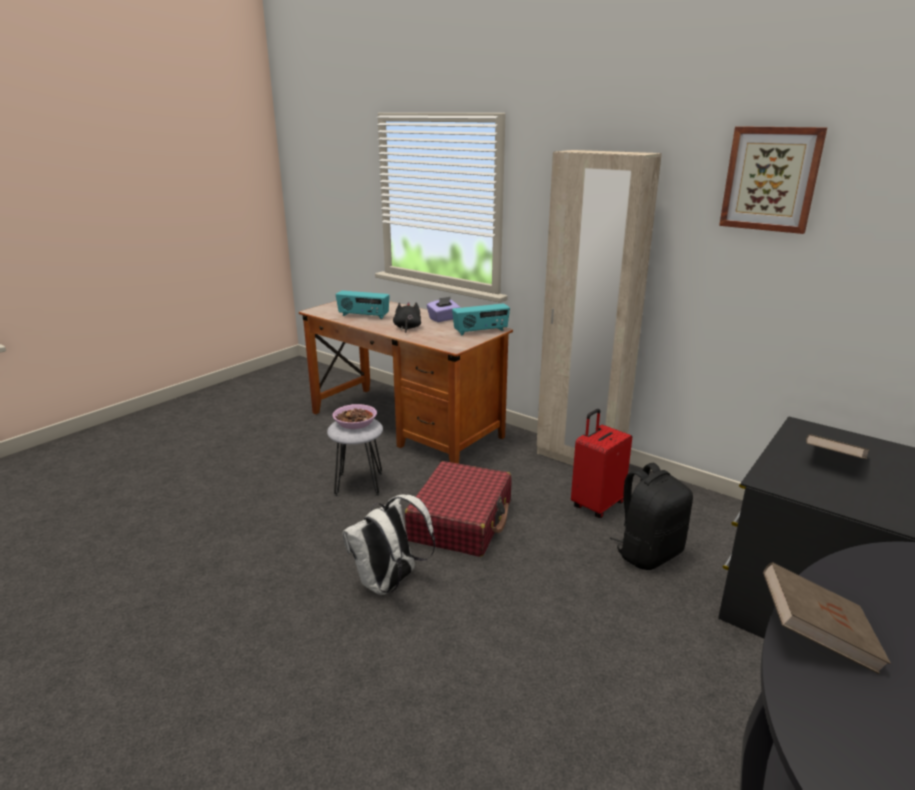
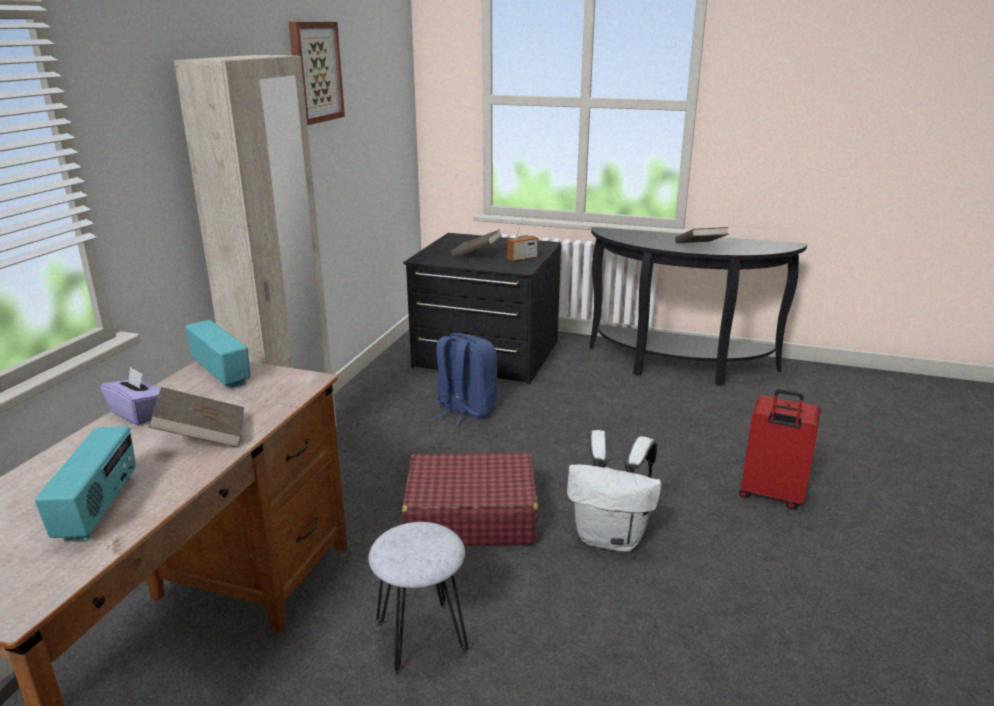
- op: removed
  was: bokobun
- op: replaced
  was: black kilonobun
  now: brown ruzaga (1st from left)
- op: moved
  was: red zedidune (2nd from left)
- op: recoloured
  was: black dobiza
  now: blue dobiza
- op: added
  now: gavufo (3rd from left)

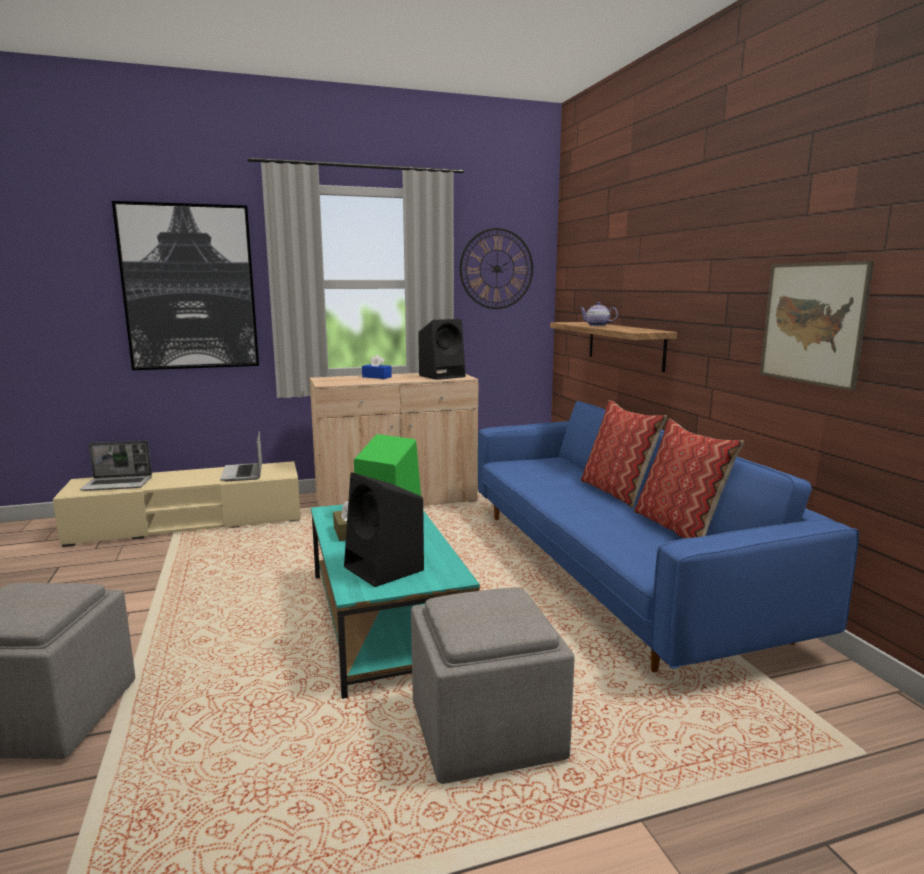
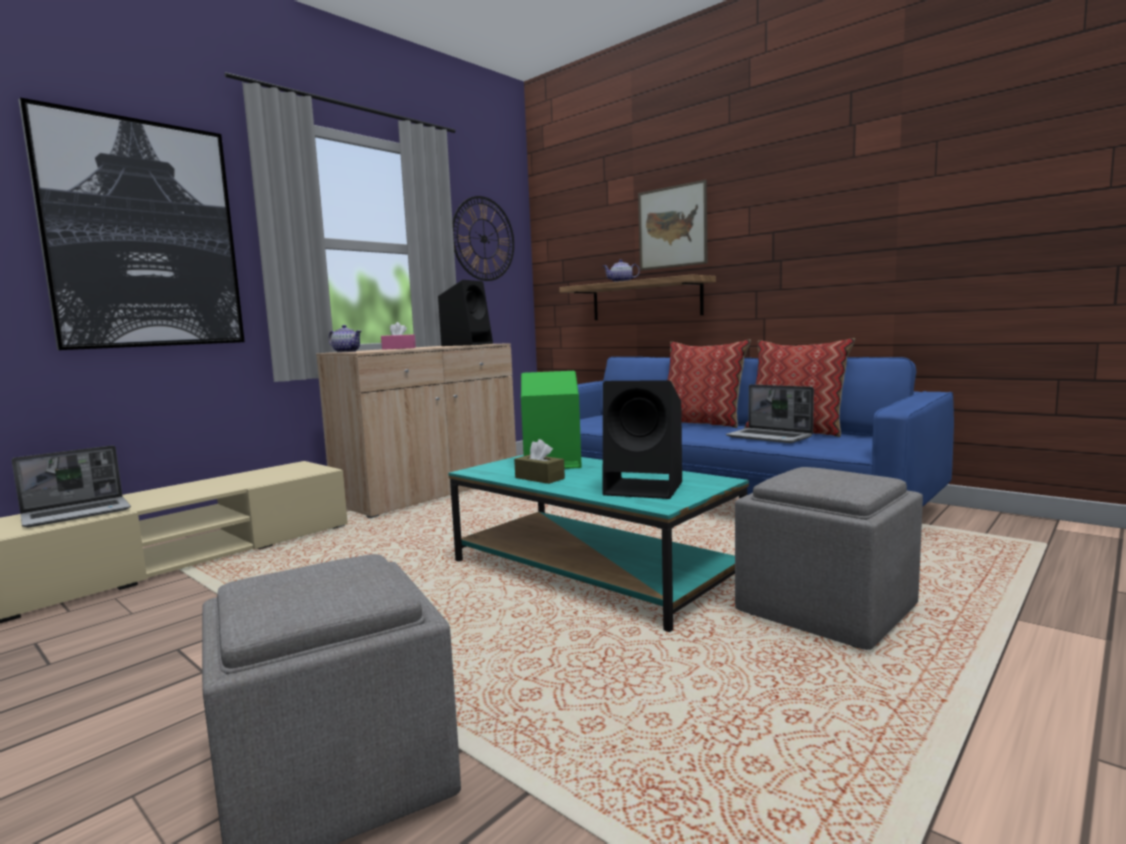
- op: moved
  was: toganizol (2nd from left)
- op: recoloured
  was: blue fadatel
  now: pink fadatel
- op: moved
  was: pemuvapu (2nd from left)
- op: added
  now: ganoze (1st from left)

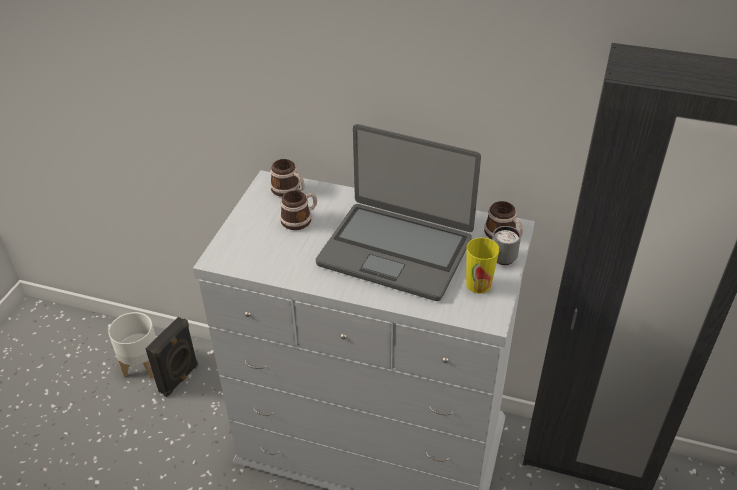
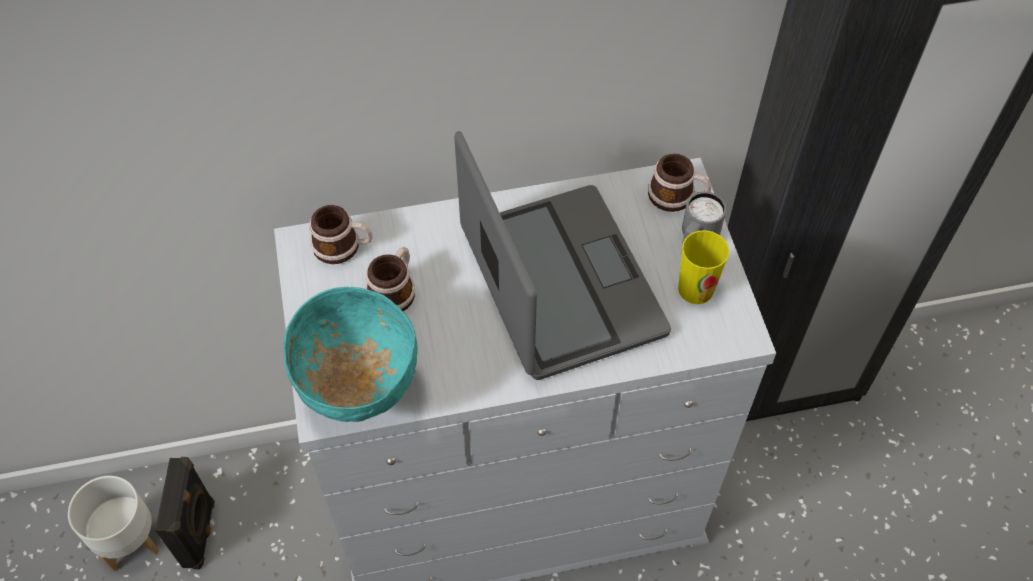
- op: turned
  was: toganizol
  clockwise: -105
- op: added
  now: turquoise bokobun

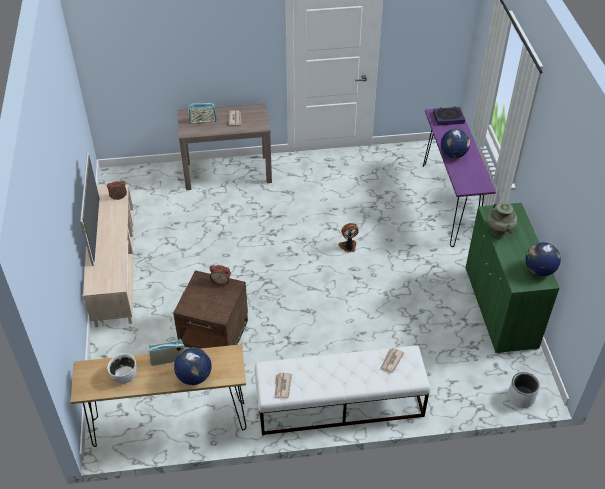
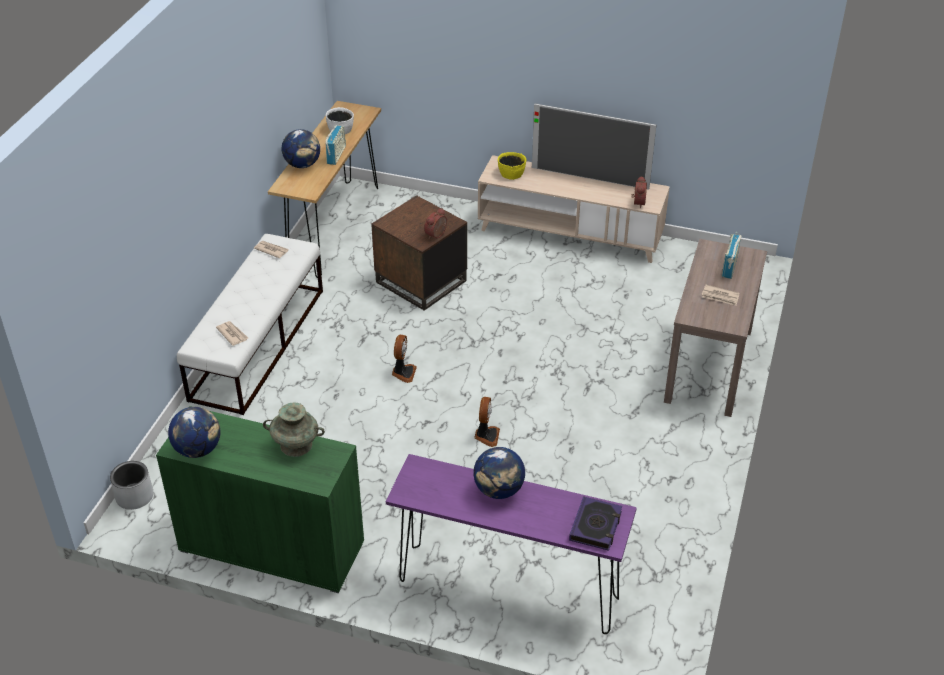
- op: added
  now: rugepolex (1st from left)
- op: added
  now: yellow bokobun

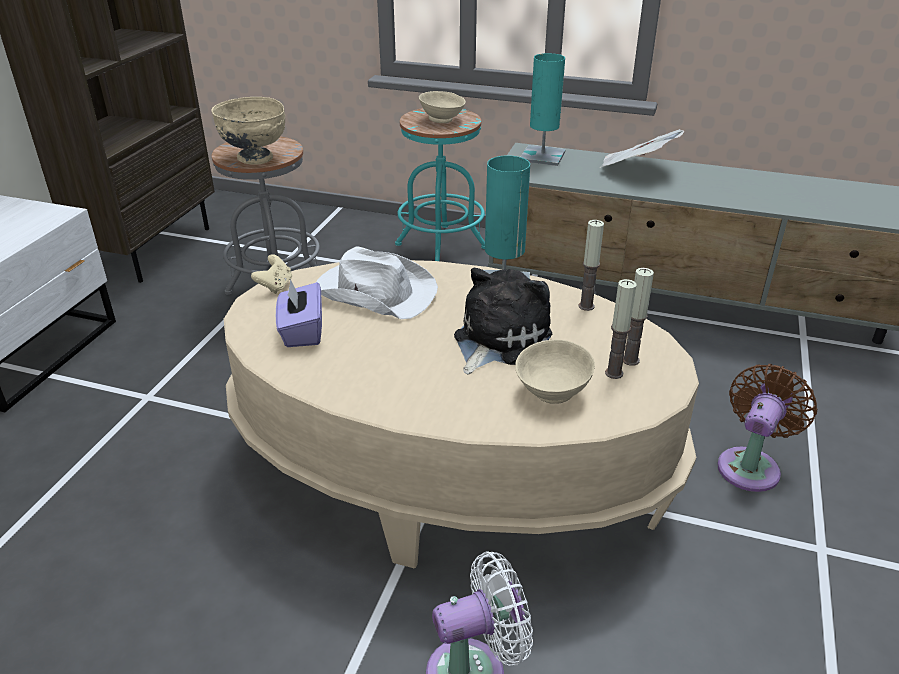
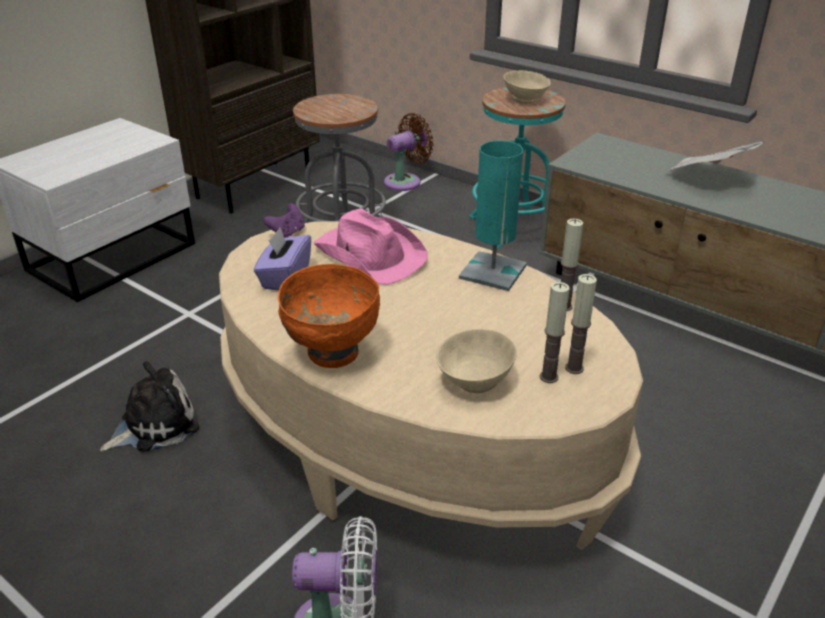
- op: removed
  was: beige bokobun (1st from left)
- op: recoloured
  was: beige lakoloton
  now: purple lakoloton
- op: recoloured
  was: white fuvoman
  now: pink fuvoman
- op: moved
  was: kilonobun
- op: removed
  was: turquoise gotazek (2nd from left)
- op: moved
  was: brown rugepolex
- op: added
  now: orange bokobun

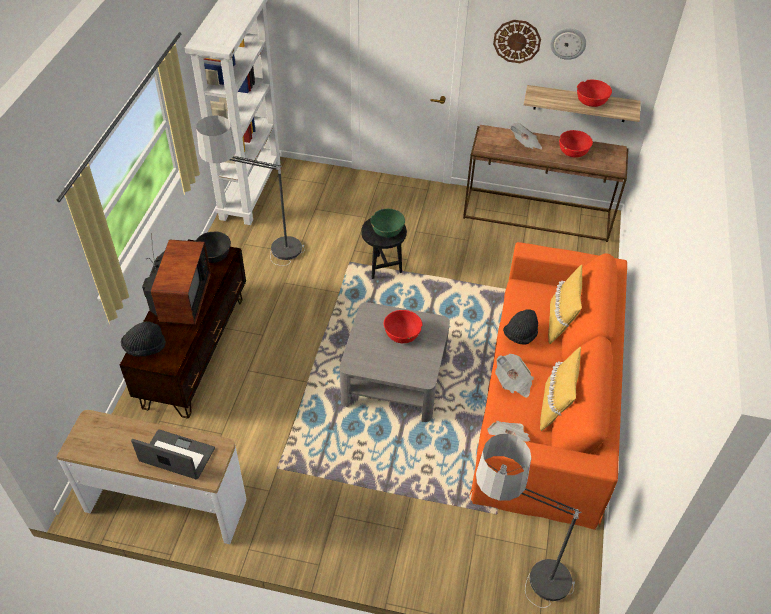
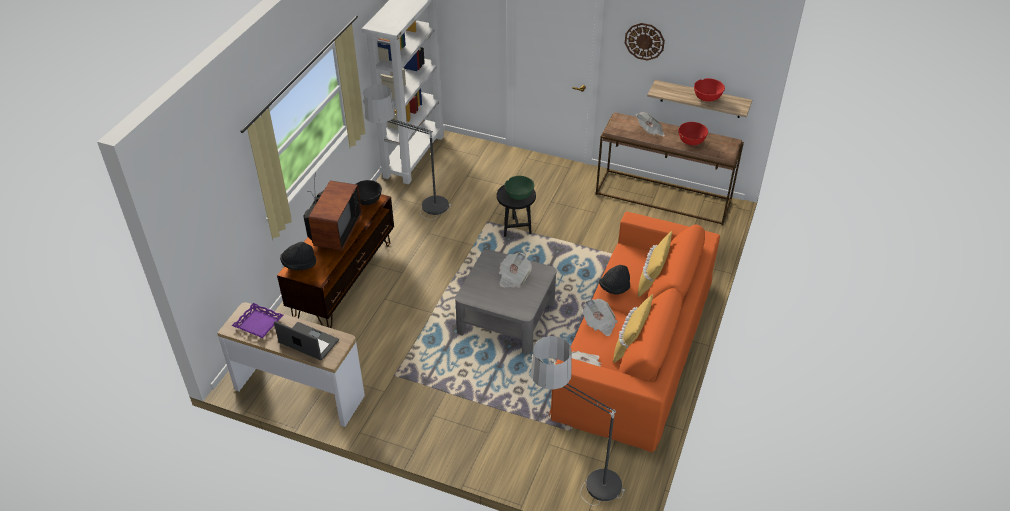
- op: replaced
  was: red bokobun (1st from left)
  now: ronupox (1st from left)
- op: removed
  was: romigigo (2nd from left)
- op: added
  now: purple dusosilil

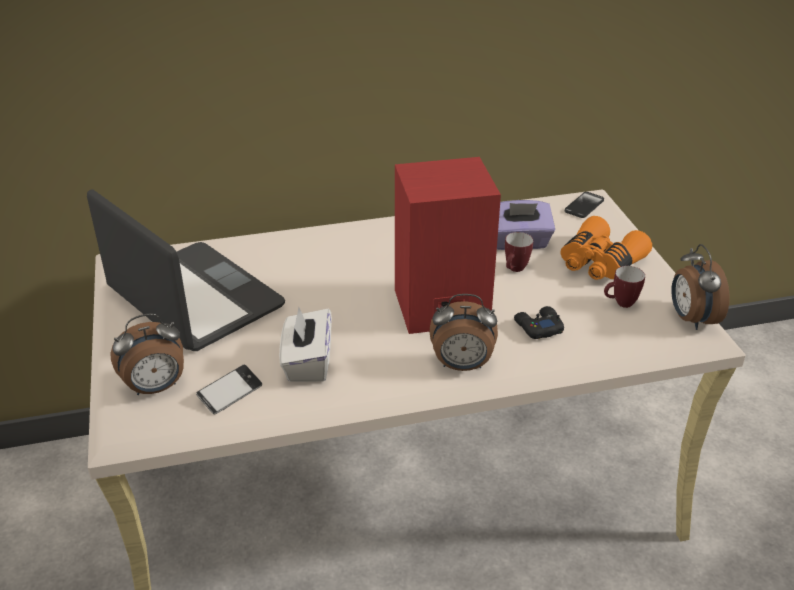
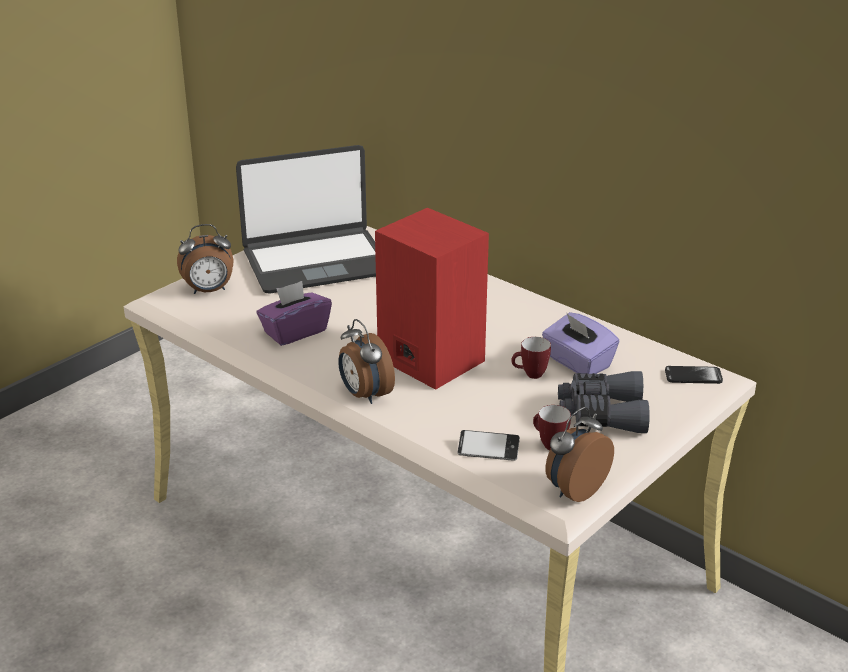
- op: turned
  was: toganizol
  clockwise: 60
- op: turned
  was: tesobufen (1st from left)
  clockwise: -45
- op: moved
  was: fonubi (1st from left)
- op: recoloured
  was: white fadatel
  now: purple fadatel (1st from left)
- op: removed
  was: black lakoloton
- op: recoloured
  was: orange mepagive
  now: grey mepagive

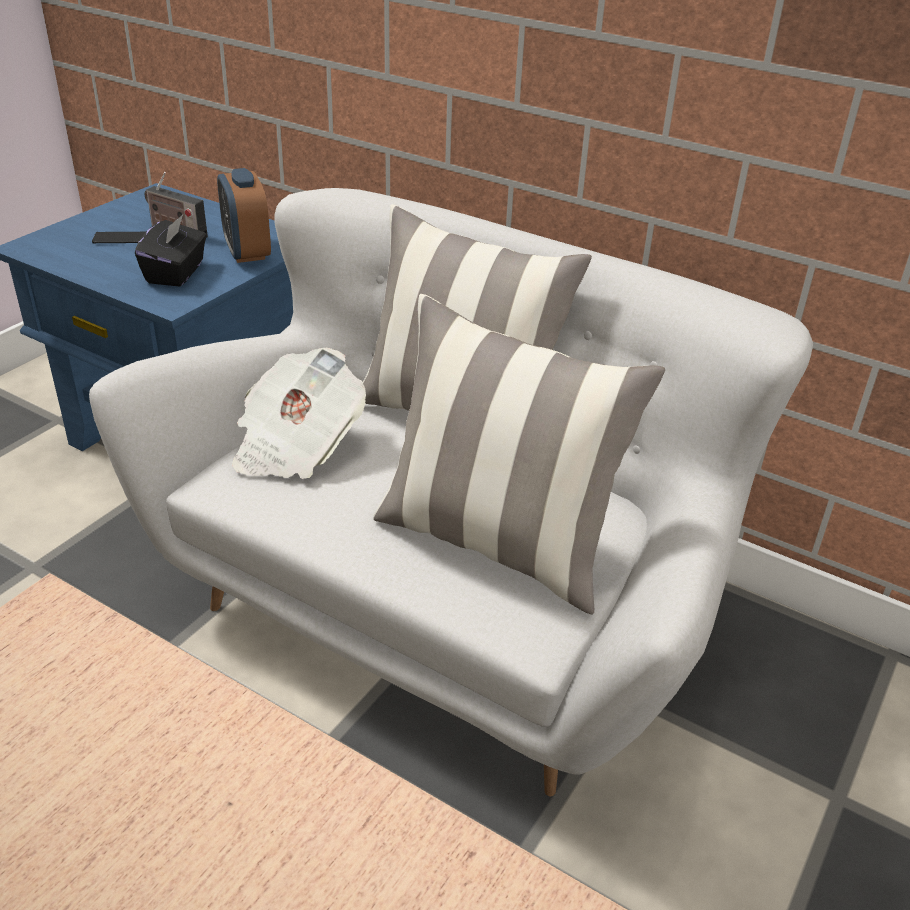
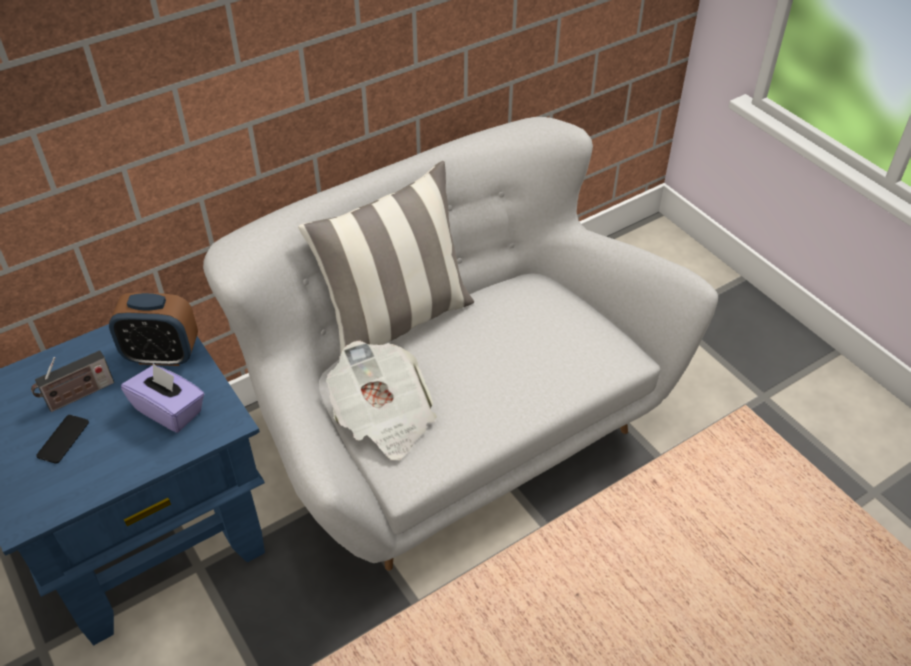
- op: recoloured
  was: black fadatel
  now: purple fadatel
- op: removed
  was: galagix (2nd from left)

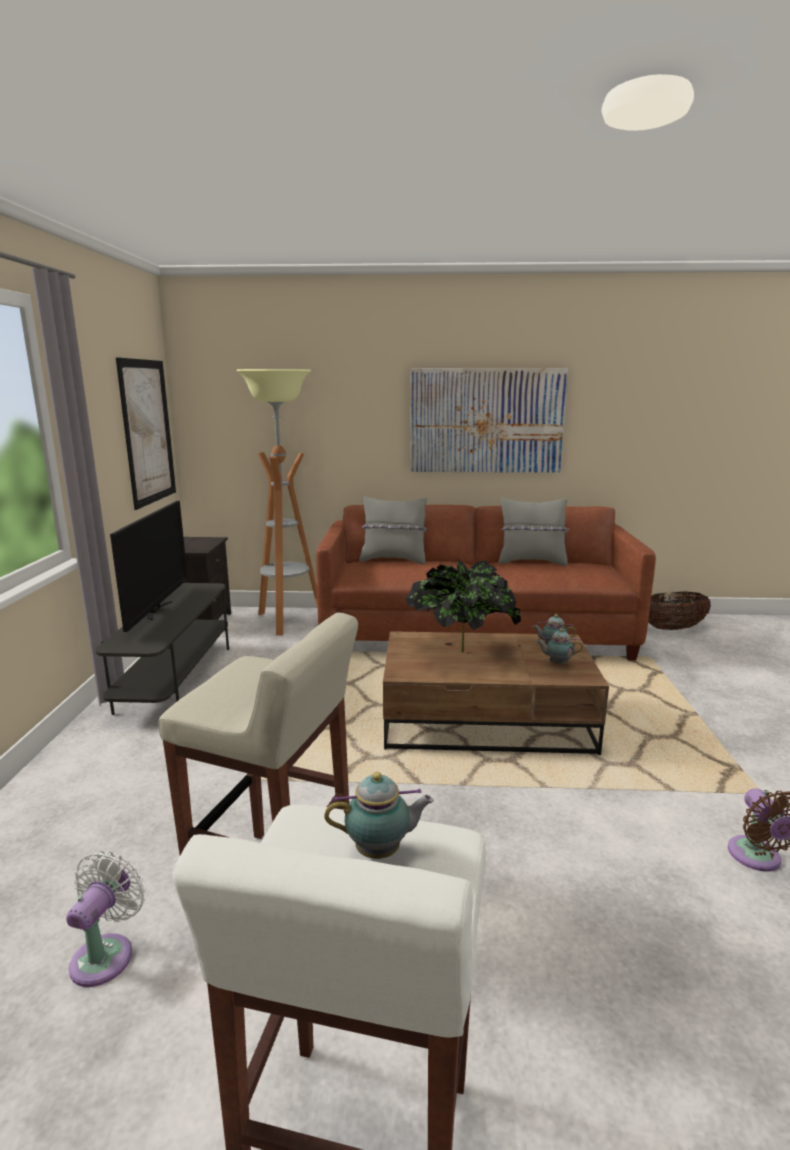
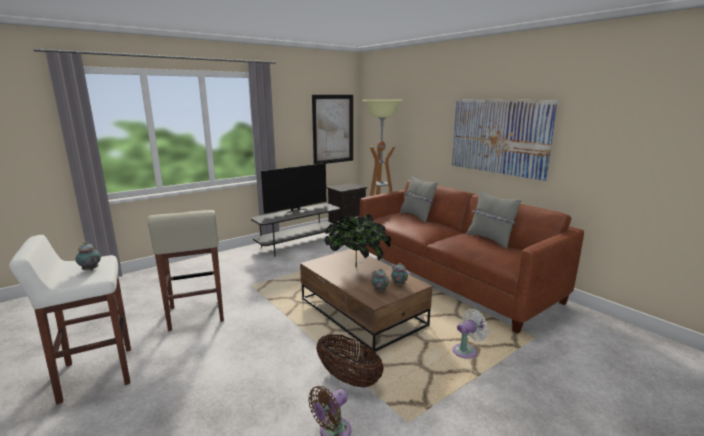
- op: moved
  was: white rugepolex
- op: moved
  was: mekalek

